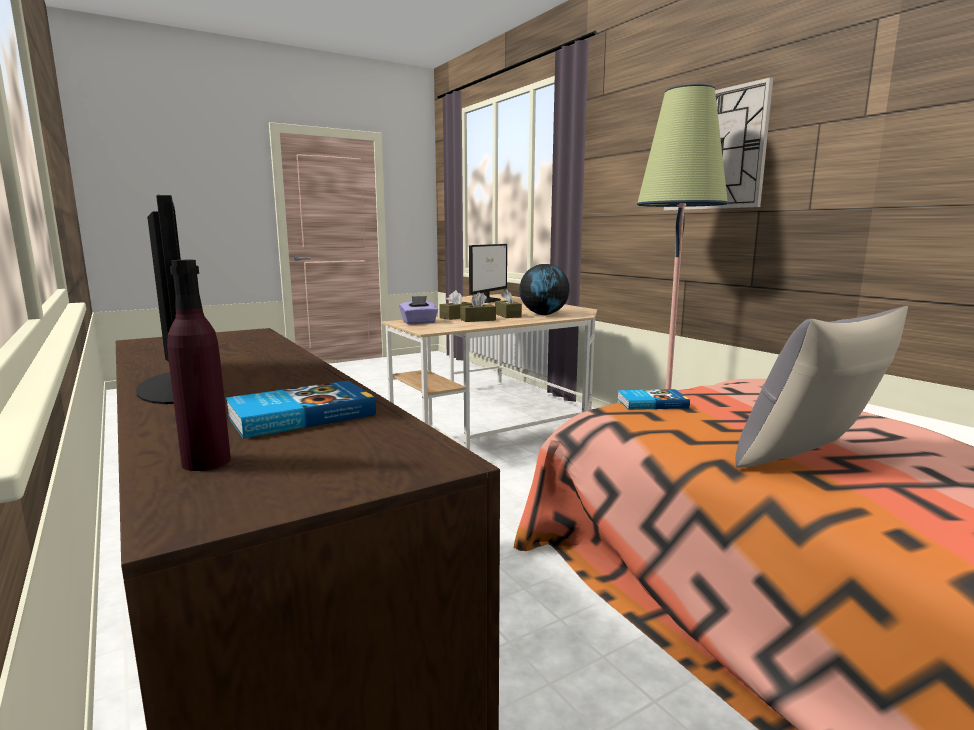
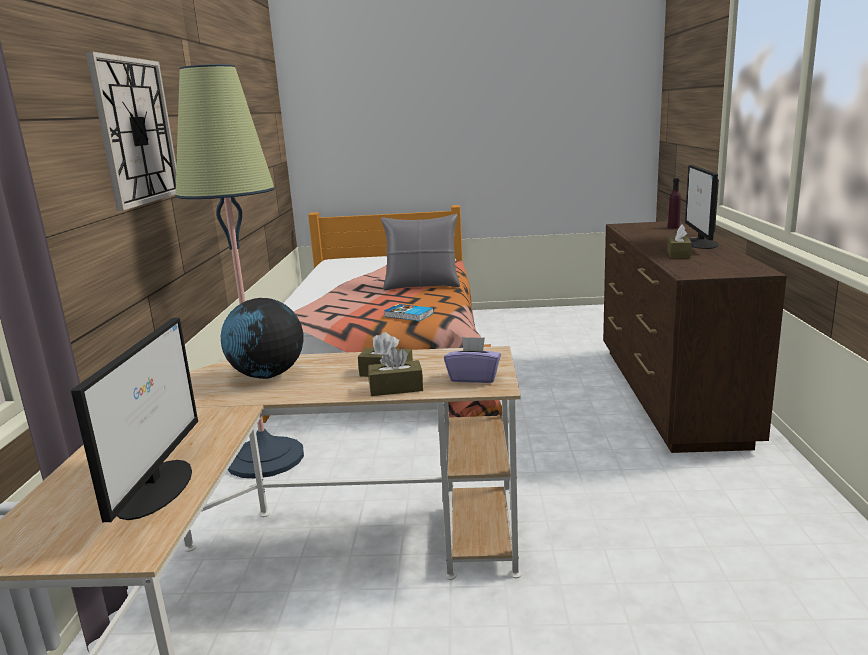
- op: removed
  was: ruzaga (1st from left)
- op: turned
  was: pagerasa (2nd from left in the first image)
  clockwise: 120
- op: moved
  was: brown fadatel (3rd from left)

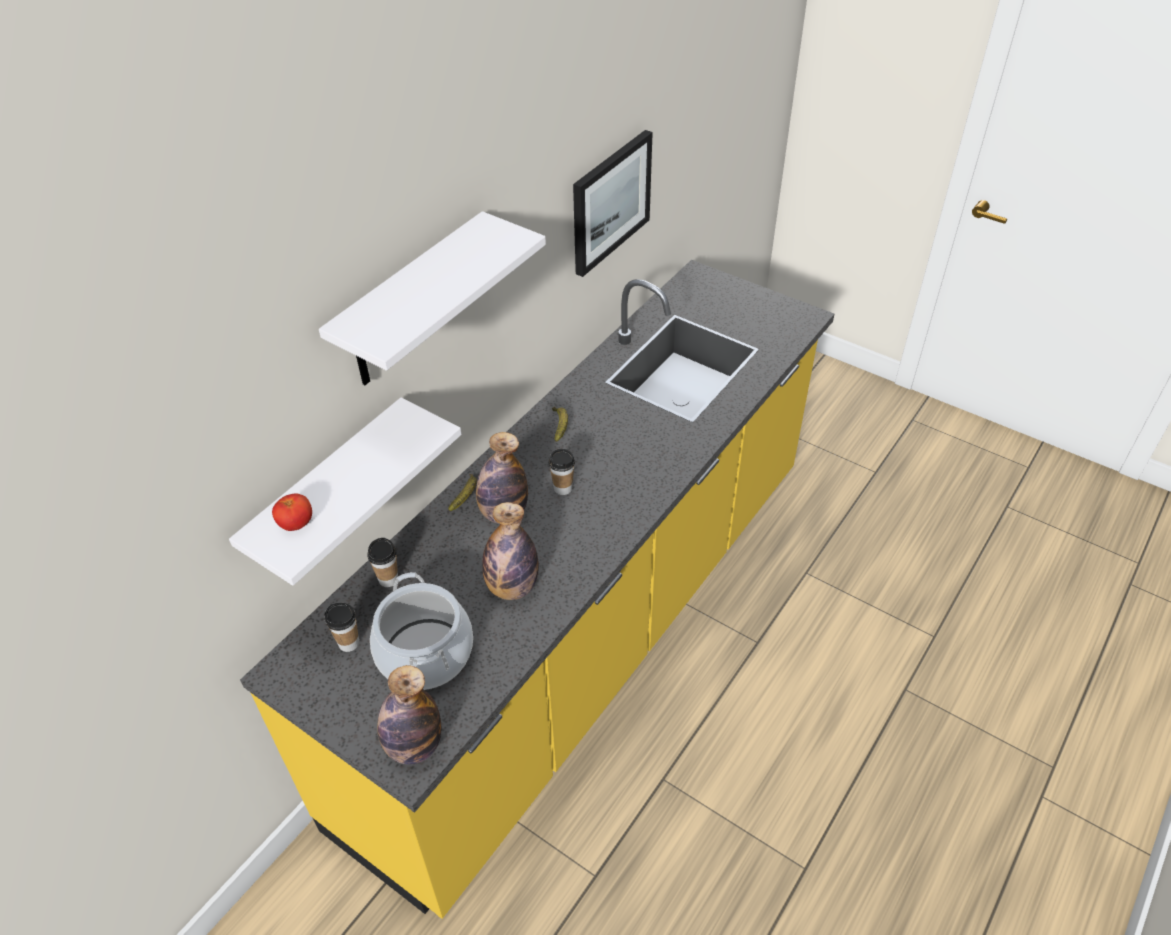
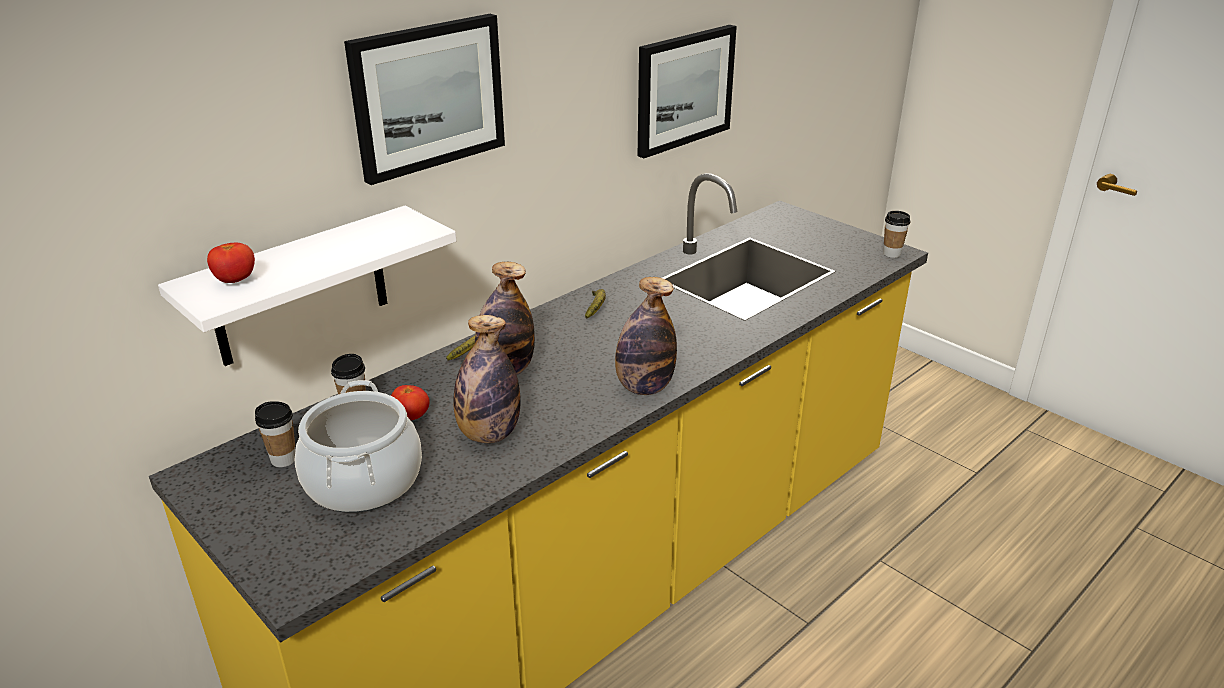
- op: replaced
  was: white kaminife (2nd from left)
  now: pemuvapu (1st from left)
- op: moved
  was: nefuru (1st from left in the first image)
  now: nefuru (3rd from left)
- op: moved
  was: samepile (3rd from left)
- op: added
  now: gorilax (2nd from left)

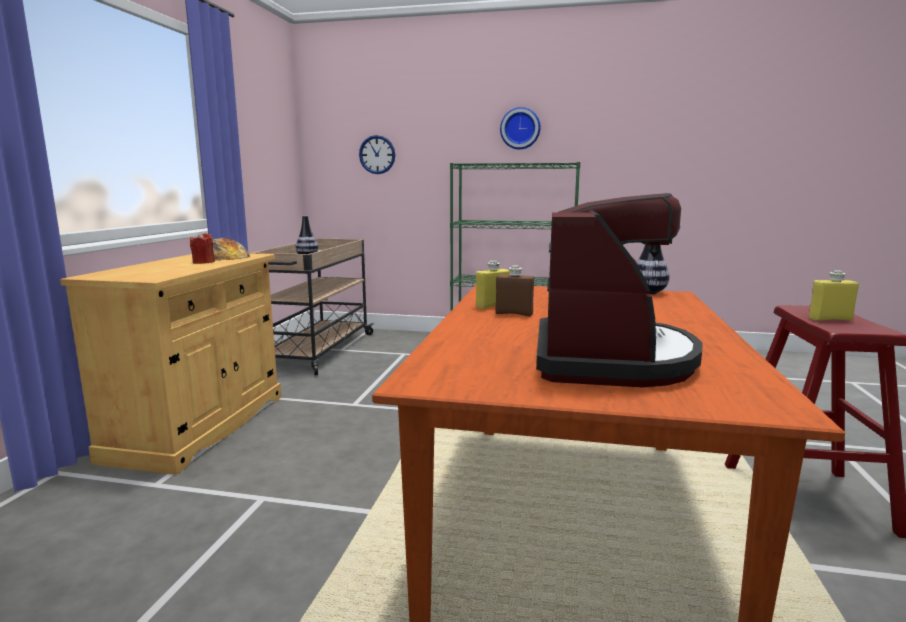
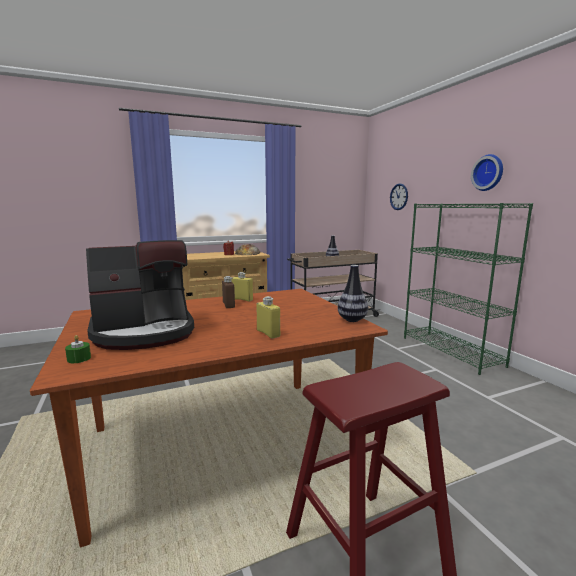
- op: moved
  was: yellow nefuru (2nd from left)
- op: added
  now: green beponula

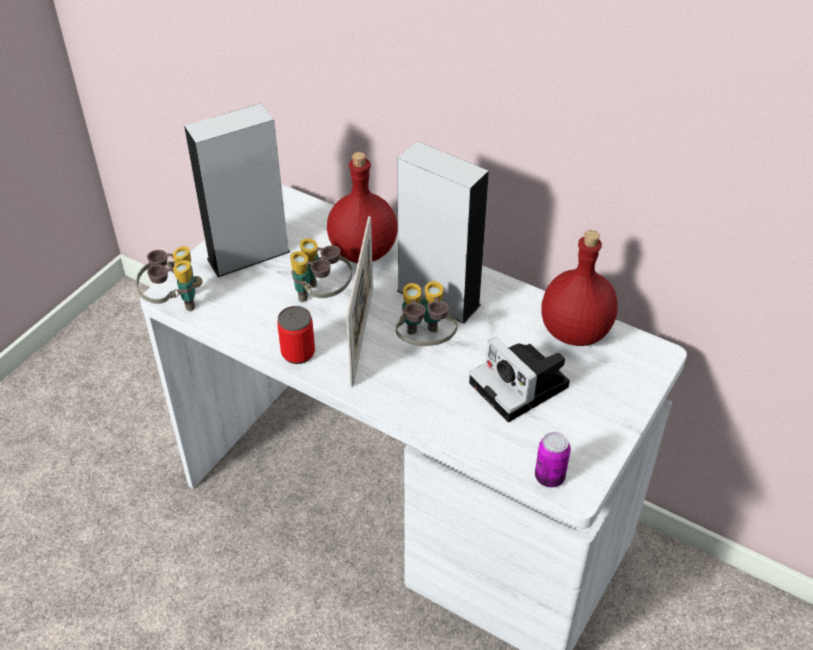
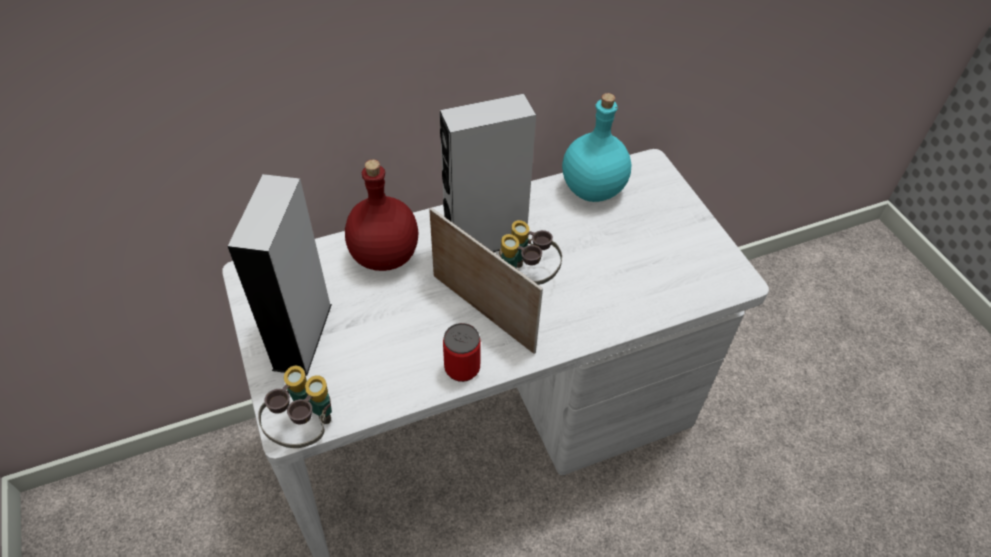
- op: removed
  was: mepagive (2nd from left)
- op: removed
  was: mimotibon
- op: removed
  was: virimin (2nd from left)
- op: recoloured
  was: red nefuru (2nd from left)
  now: turquoise nefuru

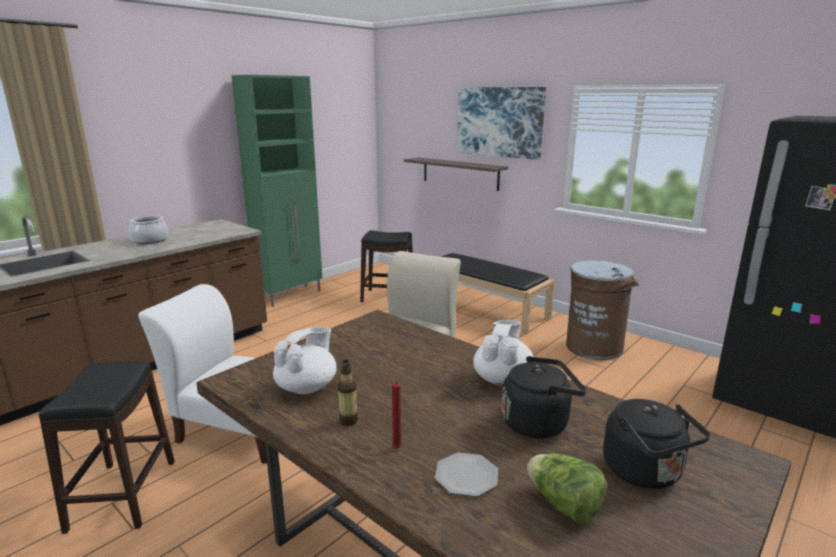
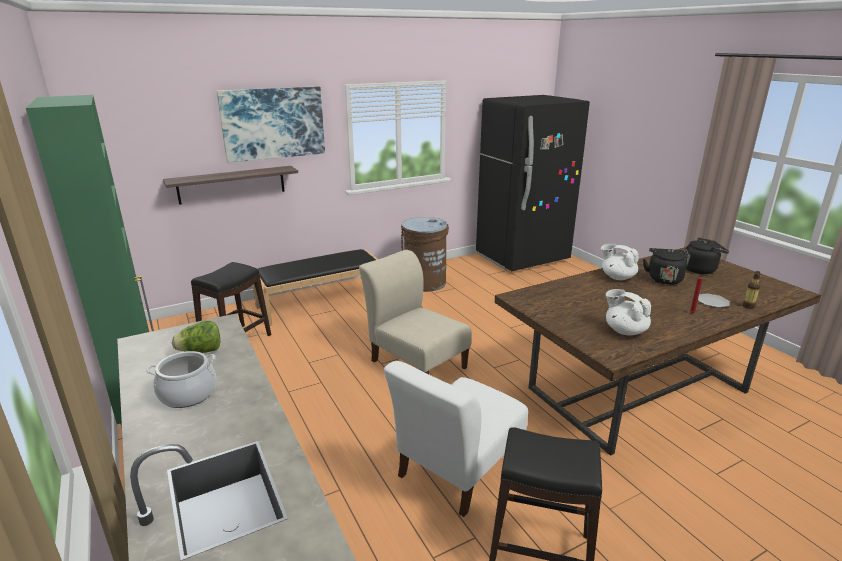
- op: moved
  was: nefuru
- op: moved
  was: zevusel

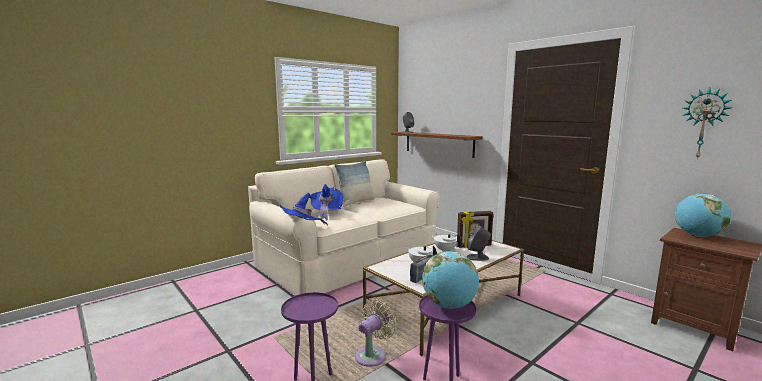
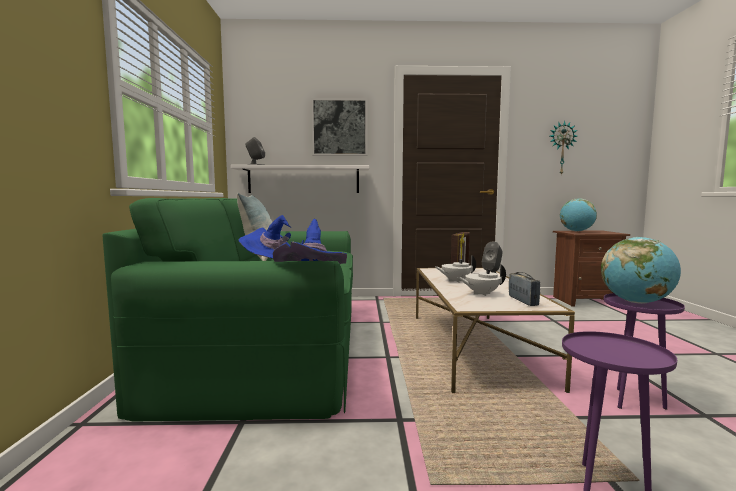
- op: recoloured
  was: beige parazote
  now: green parazote
- op: removed
  was: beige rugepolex
- op: recoloured
  was: brown kaminife
  now: white kaminife
- op: added
  now: pemuvapu

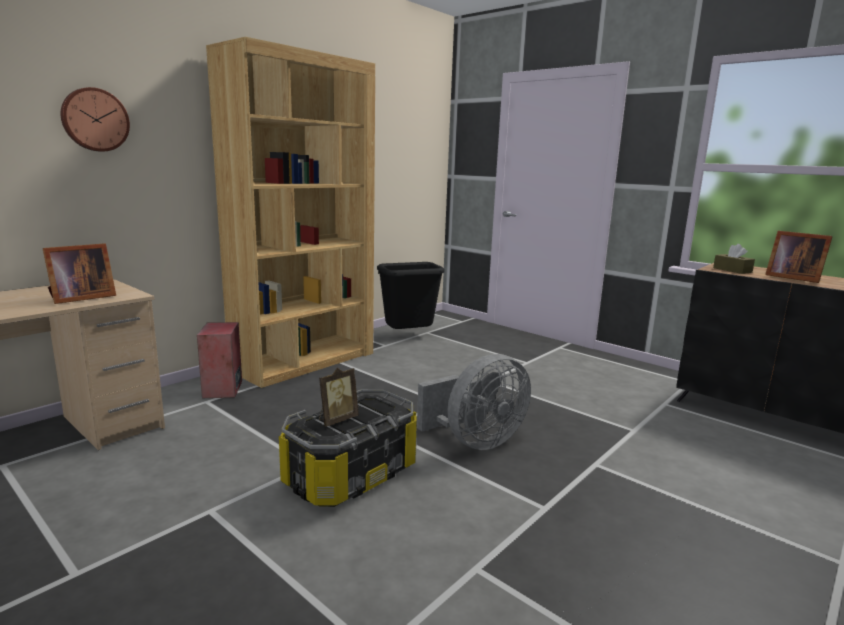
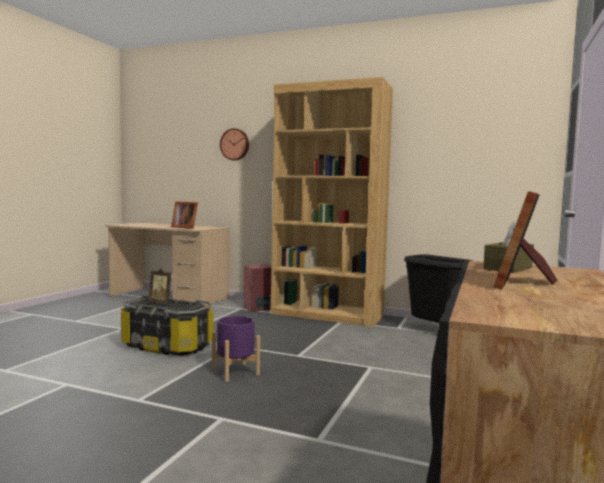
- op: replaced
  was: grey rugepolex
  now: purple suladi

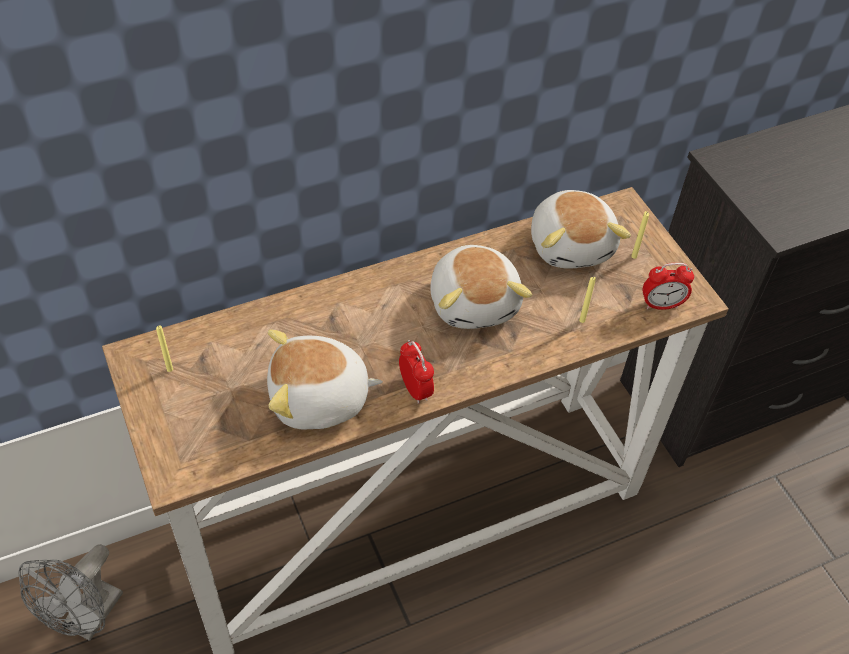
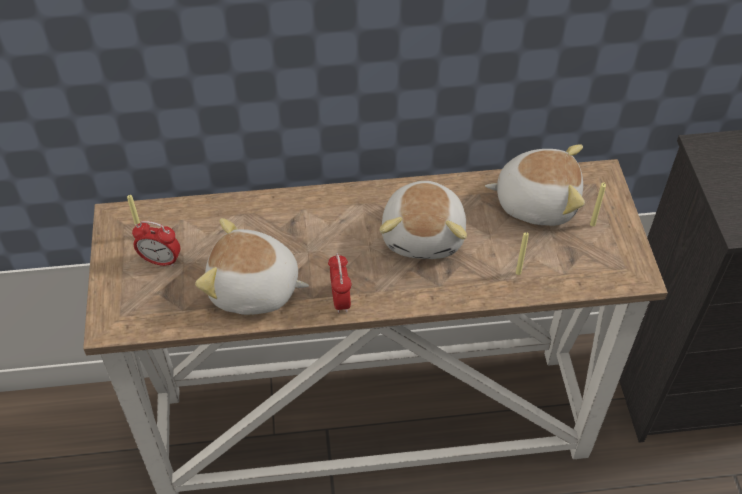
- op: removed
  was: grey rugepolex
- op: turned
  was: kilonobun (3rd from left)
  clockwise: -90
- op: moved
  was: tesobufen (2nd from left in the first image)
  now: tesobufen (1st from left)

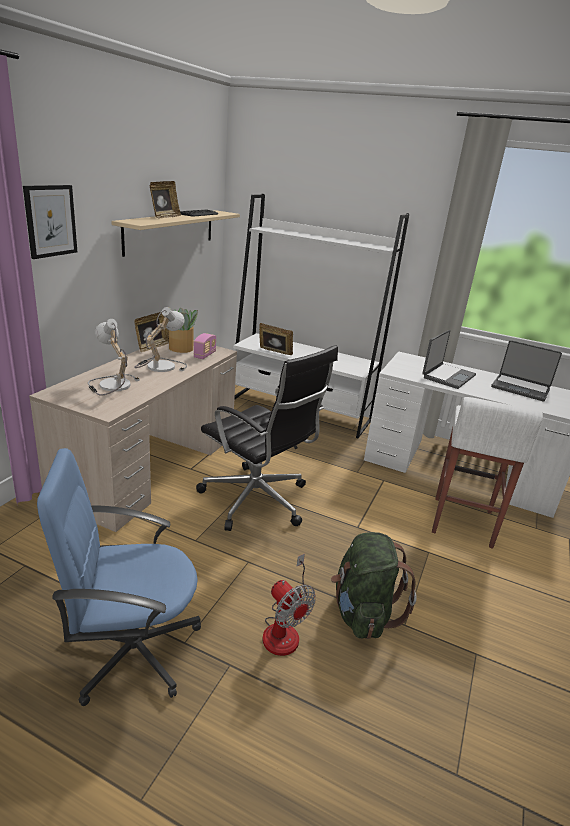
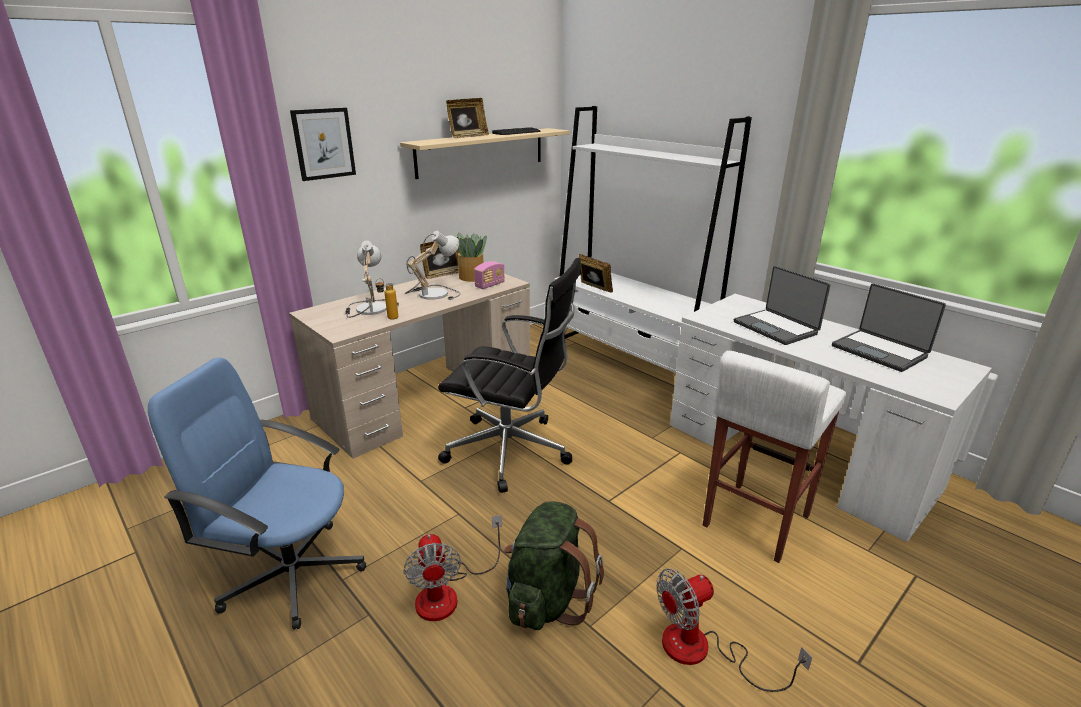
- op: turned
  was: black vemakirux
  clockwise: -45
- op: turned
  was: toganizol (1st from left)
  clockwise: 90
- op: added
  now: nefuru
- op: added
  now: rugepolex (2nd from left)

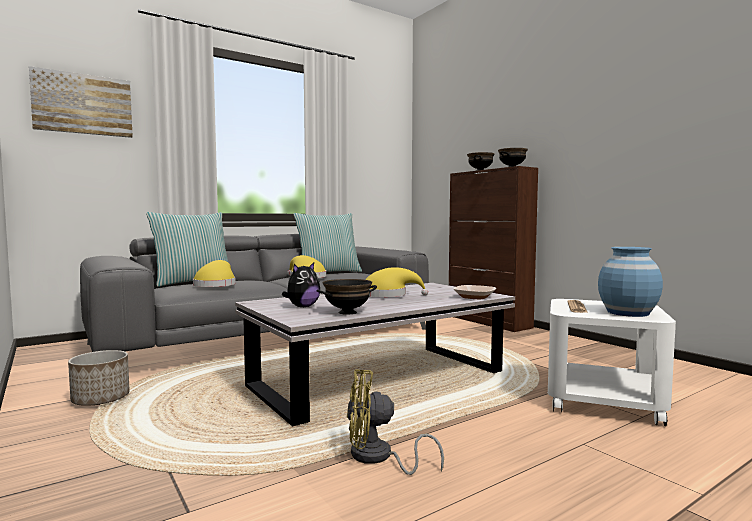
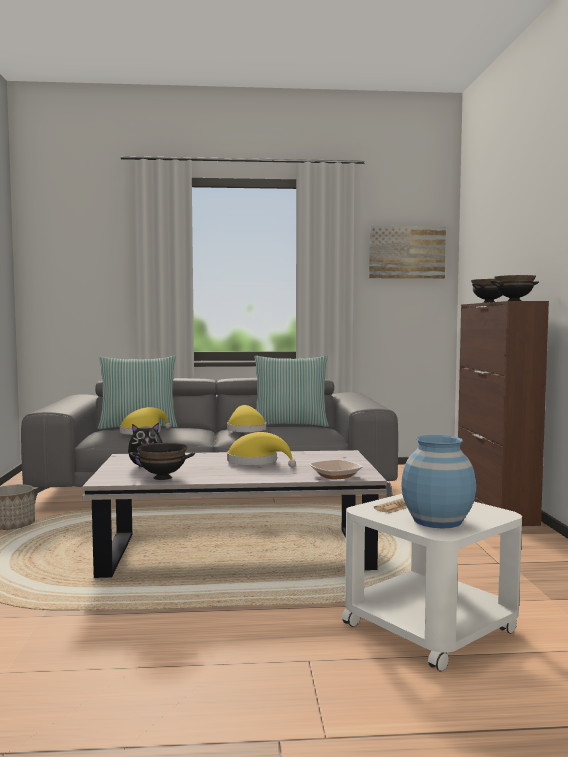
- op: moved
  was: pemuvapu
- op: removed
  was: yellow rugepolex

